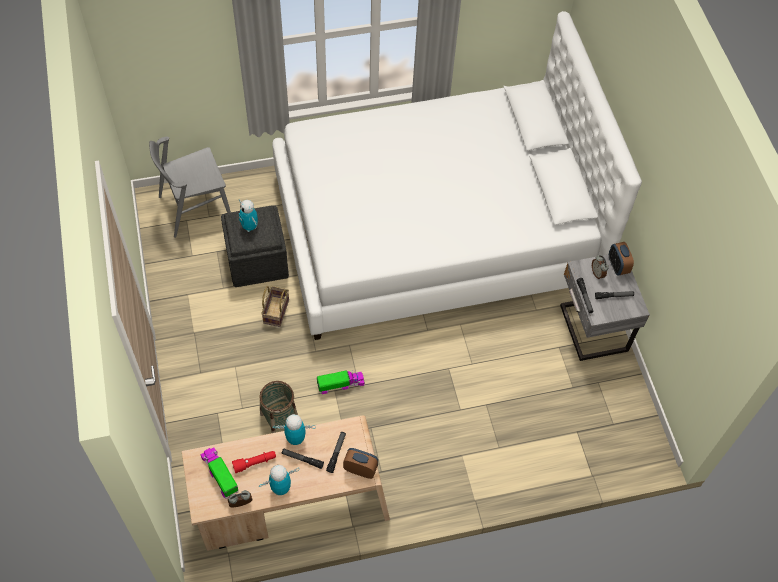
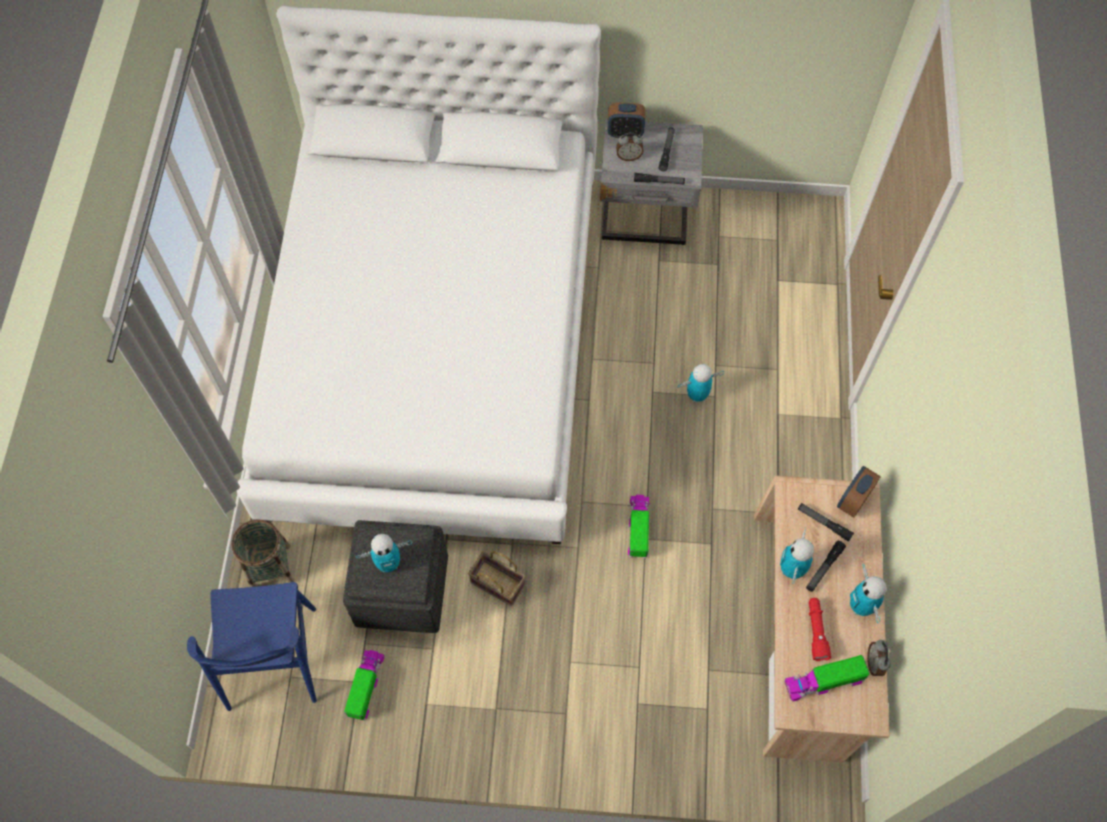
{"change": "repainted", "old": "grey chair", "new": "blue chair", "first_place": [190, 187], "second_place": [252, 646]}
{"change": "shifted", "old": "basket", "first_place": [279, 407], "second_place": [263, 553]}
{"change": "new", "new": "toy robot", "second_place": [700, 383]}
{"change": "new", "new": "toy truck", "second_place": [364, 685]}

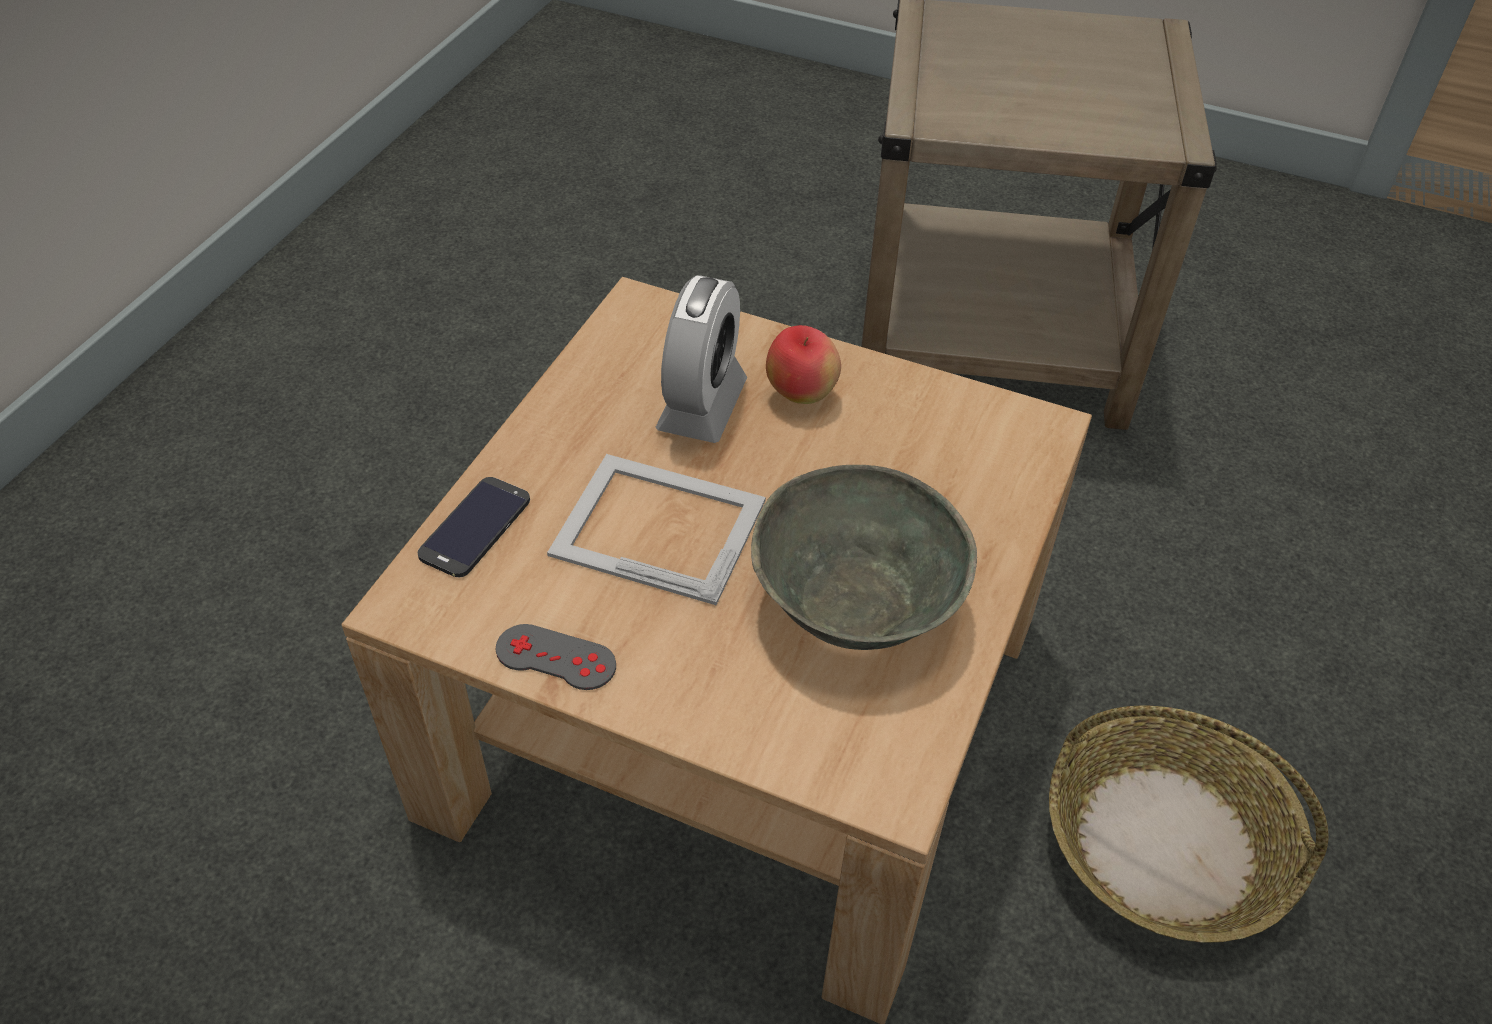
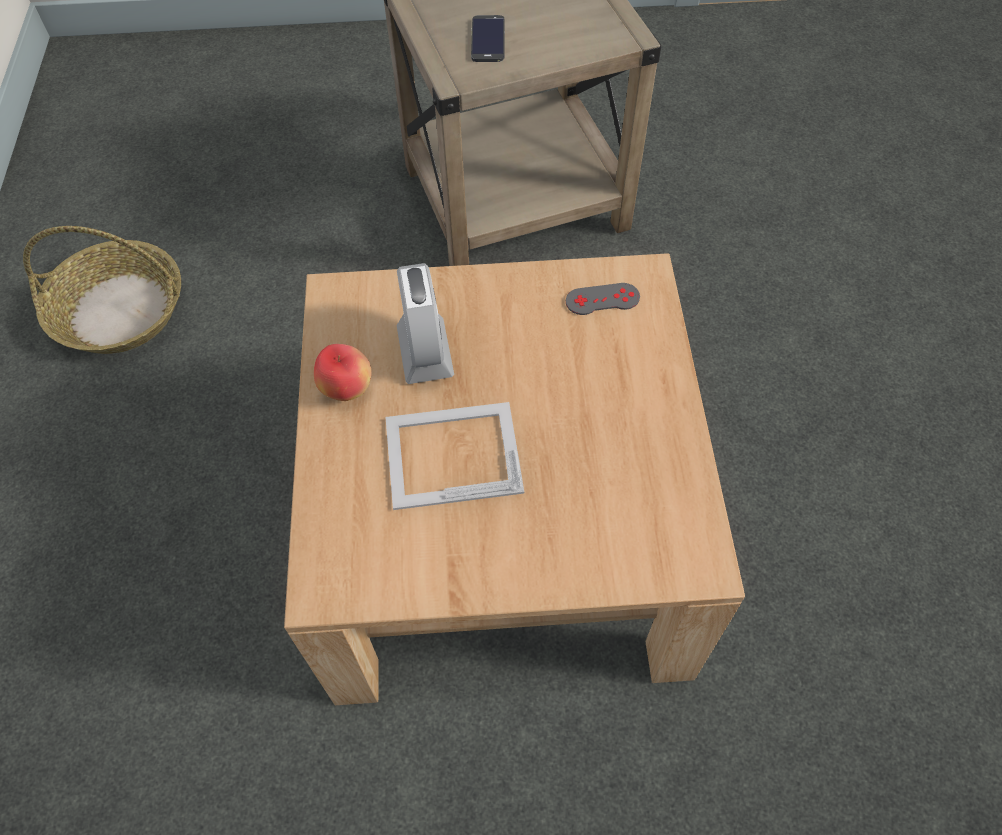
{"change": "shifted", "old": "apple", "first_place": [803, 364], "second_place": [343, 372]}
{"change": "gone", "old": "grey bowl", "first_place": [864, 557]}
{"change": "shifted", "old": "phone", "first_place": [473, 527], "second_place": [488, 38]}
{"change": "shifted", "old": "grey game controller", "first_place": [556, 657], "second_place": [603, 299]}
{"change": "shifted", "old": "basket", "first_place": [1188, 824], "second_place": [102, 290]}

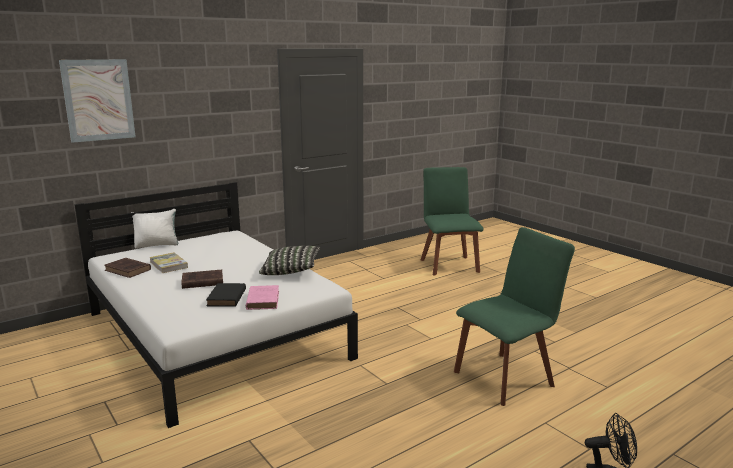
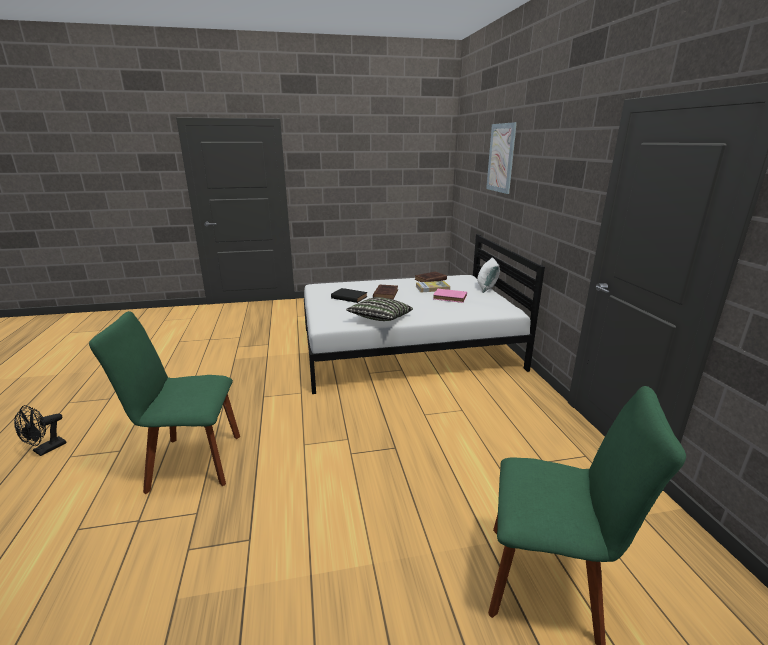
{"change": "rotated", "old": "green chair", "first_place": [514, 316], "second_place": [164, 402], "degrees": 90}
{"change": "shifted", "old": "pink book", "first_place": [262, 297], "second_place": [450, 296]}

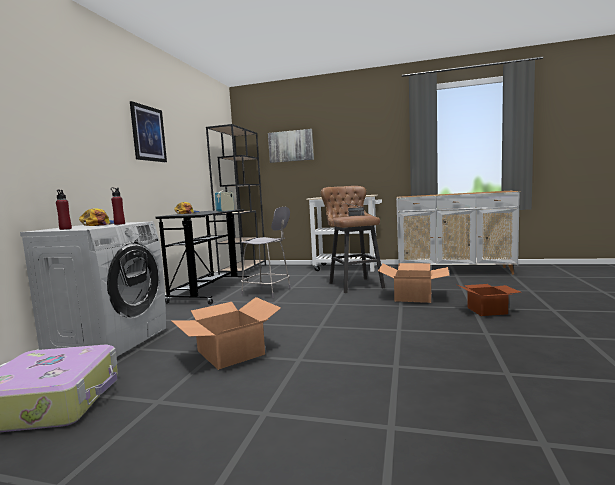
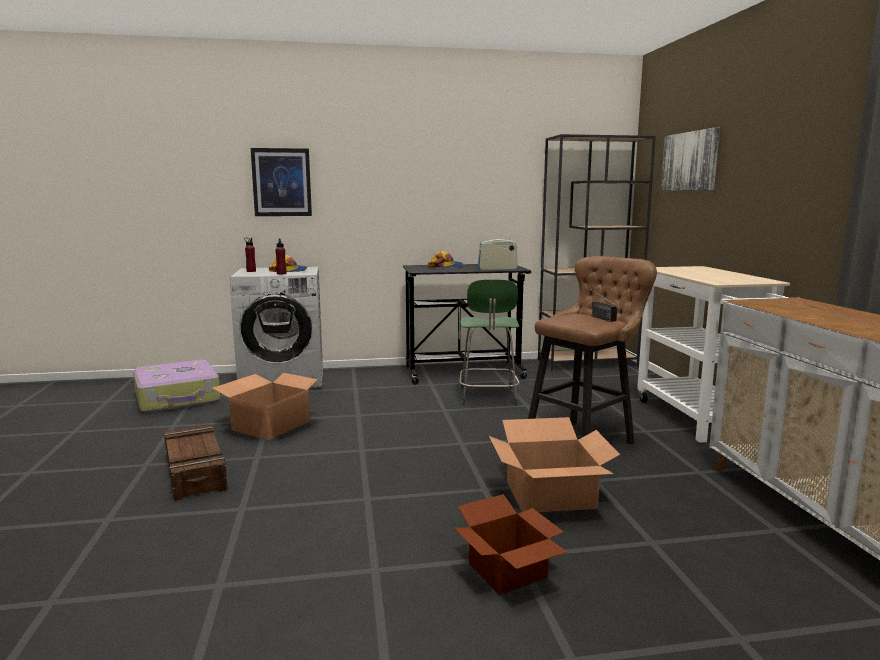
{"change": "shifted", "old": "picture", "first_place": [148, 131], "second_place": [281, 182]}
{"change": "repainted", "old": "grey chair", "new": "green chair", "first_place": [266, 252], "second_place": [489, 343]}
{"change": "new", "new": "crate", "second_place": [196, 462]}

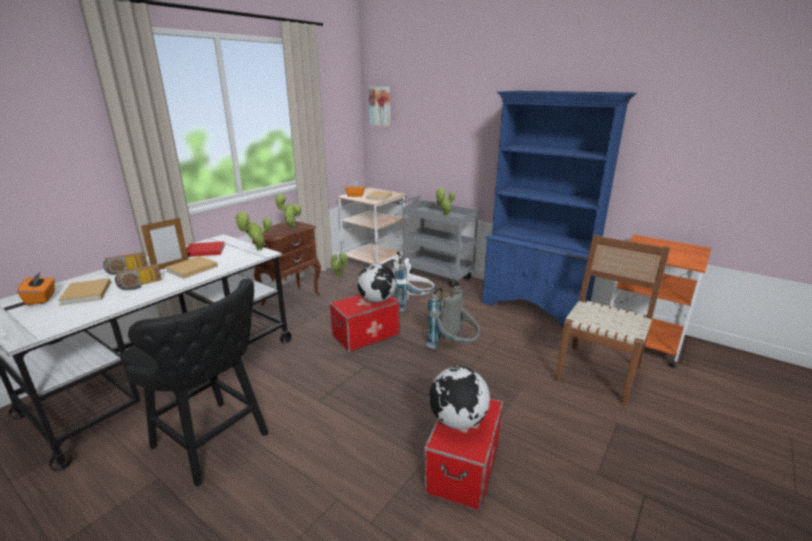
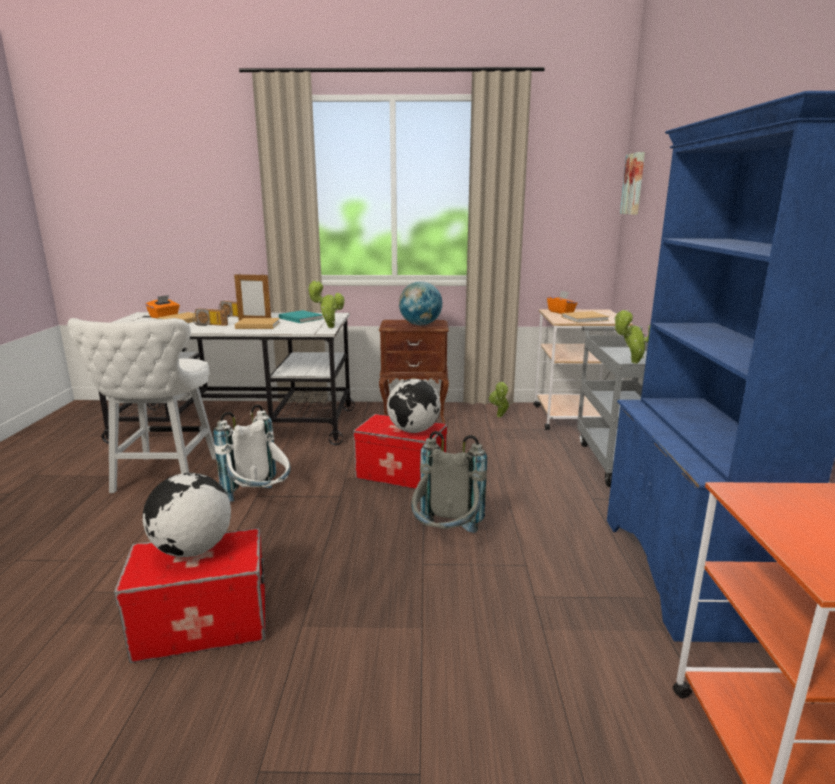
{"change": "swapped", "old": "potted plant", "new": "globe", "first_place": [288, 211], "second_place": [420, 303]}
{"change": "gone", "old": "chair", "first_place": [612, 319]}
{"change": "repainted", "old": "red book", "new": "turquoise book", "first_place": [205, 249], "second_place": [301, 316]}
{"change": "shifted", "old": "white backpack", "first_place": [413, 281], "second_place": [252, 453]}
{"change": "repainted", "old": "black stool", "new": "white stool", "first_place": [195, 382], "second_place": [141, 405]}

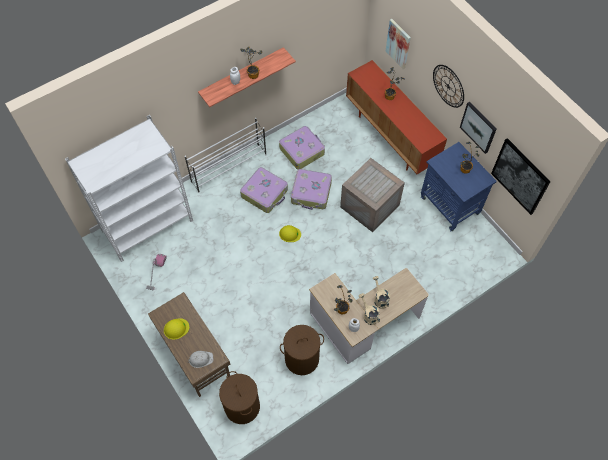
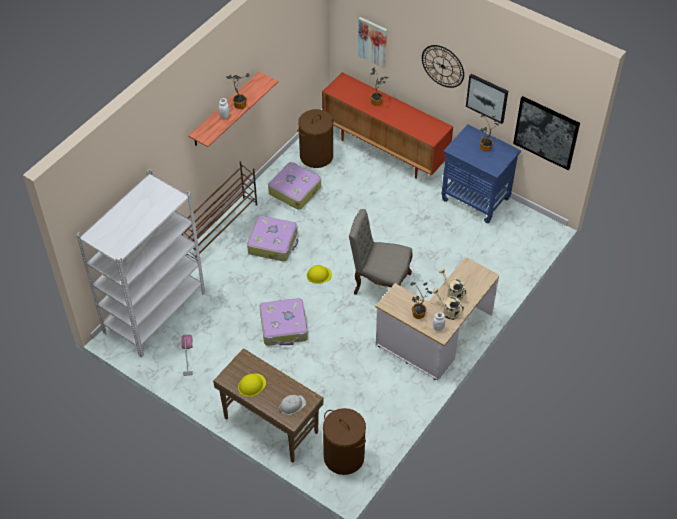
{"change": "repainted", "old": "white shoe rack", "new": "brown shoe rack", "first_place": [225, 155], "second_place": [219, 210]}
{"change": "gone", "old": "crate", "first_place": [372, 195]}
{"change": "shifted", "old": "suitcase", "first_place": [311, 189], "second_place": [284, 322]}
{"change": "shifted", "old": "brown laundry basket", "first_place": [302, 350], "second_place": [316, 138]}
{"change": "new", "new": "grey chair", "second_place": [381, 252]}

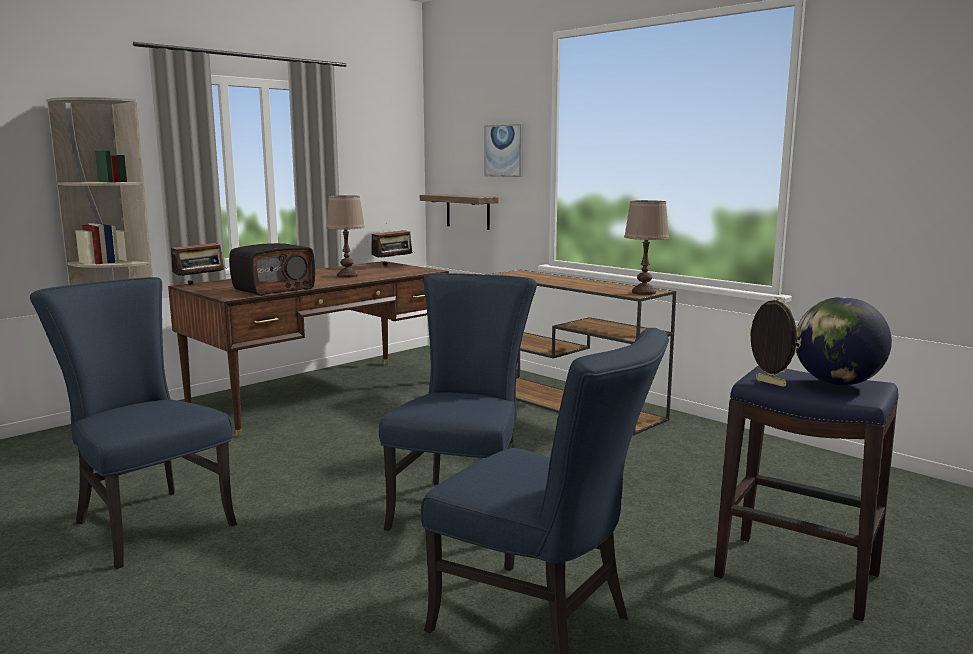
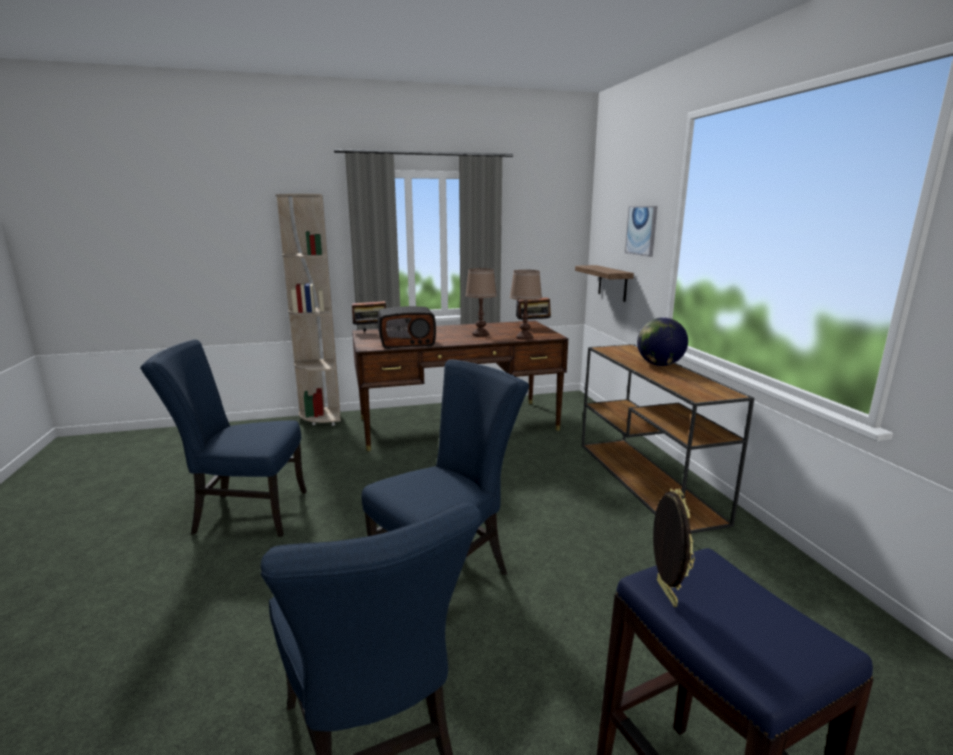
{"change": "shifted", "old": "brown table lamp", "first_place": [646, 247], "second_place": [526, 305]}
{"change": "rotated", "old": "blue chair", "first_place": [133, 423], "second_place": [223, 438], "degrees": -75}
{"change": "shifted", "old": "globe", "first_place": [844, 341], "second_place": [662, 341]}

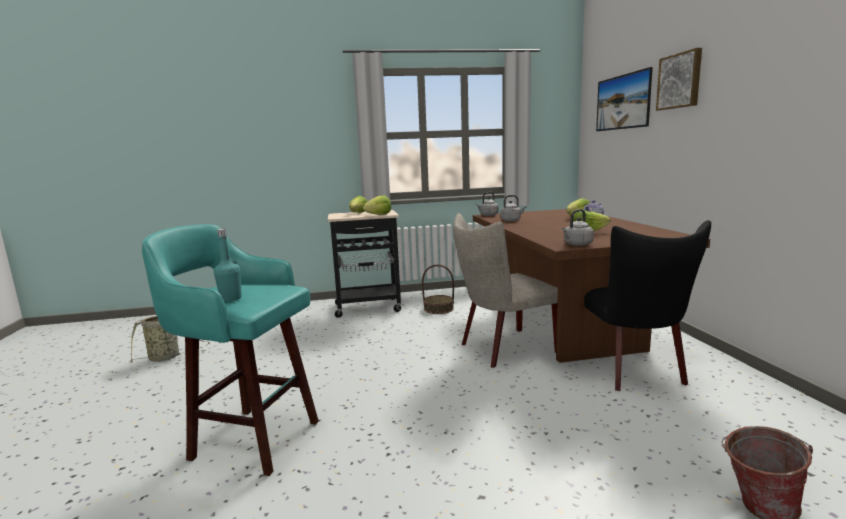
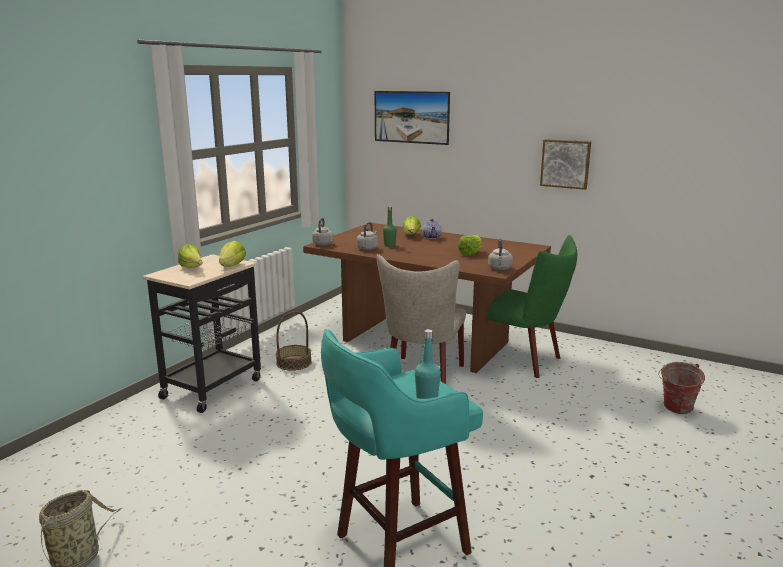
{"change": "shifted", "old": "picture", "first_place": [679, 79], "second_place": [565, 164]}
{"change": "repainted", "old": "black chair", "new": "green chair", "first_place": [647, 305], "second_place": [532, 306]}
{"change": "new", "new": "green bottle", "second_place": [390, 226]}

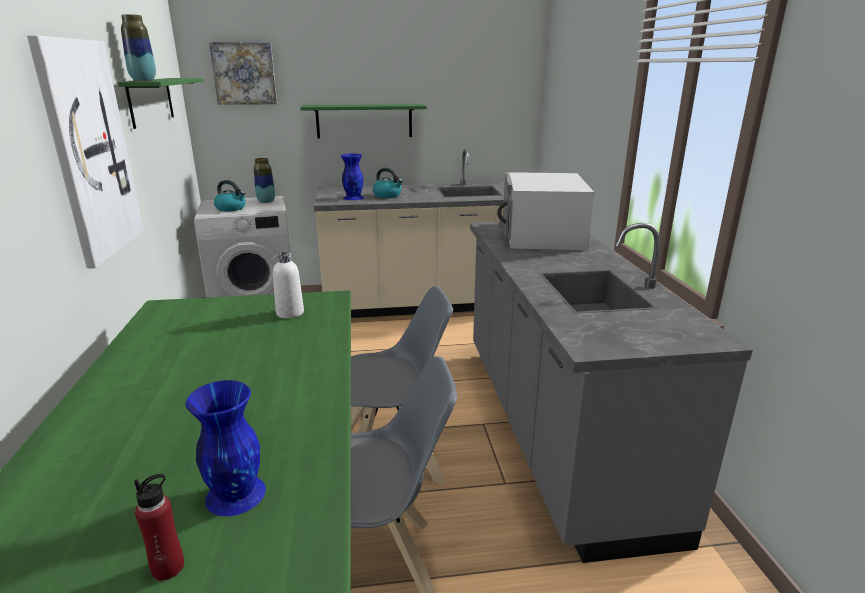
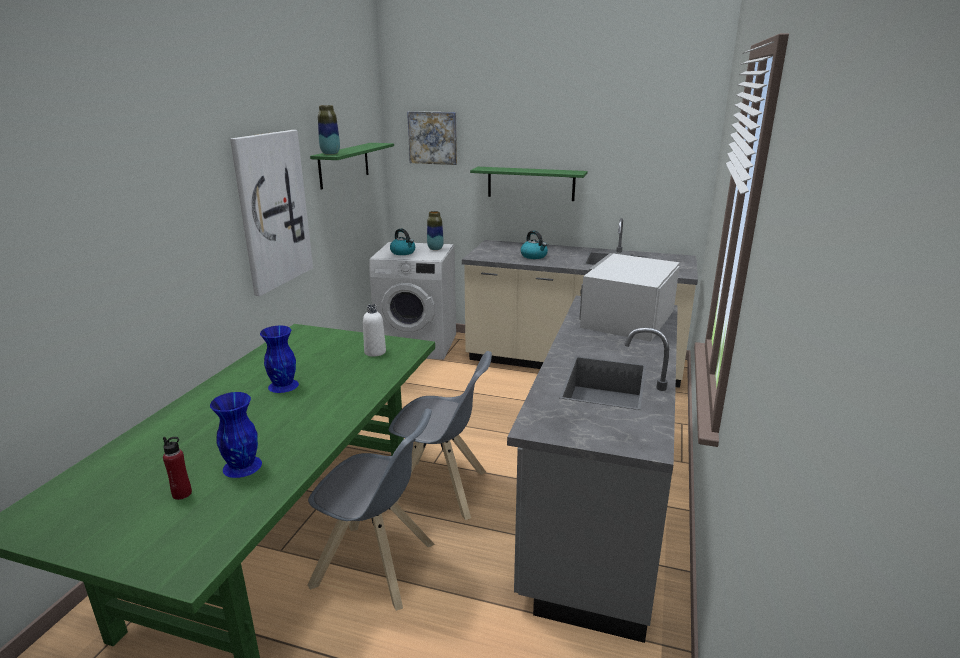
{"change": "shifted", "old": "blue vase", "first_place": [352, 177], "second_place": [279, 359]}

